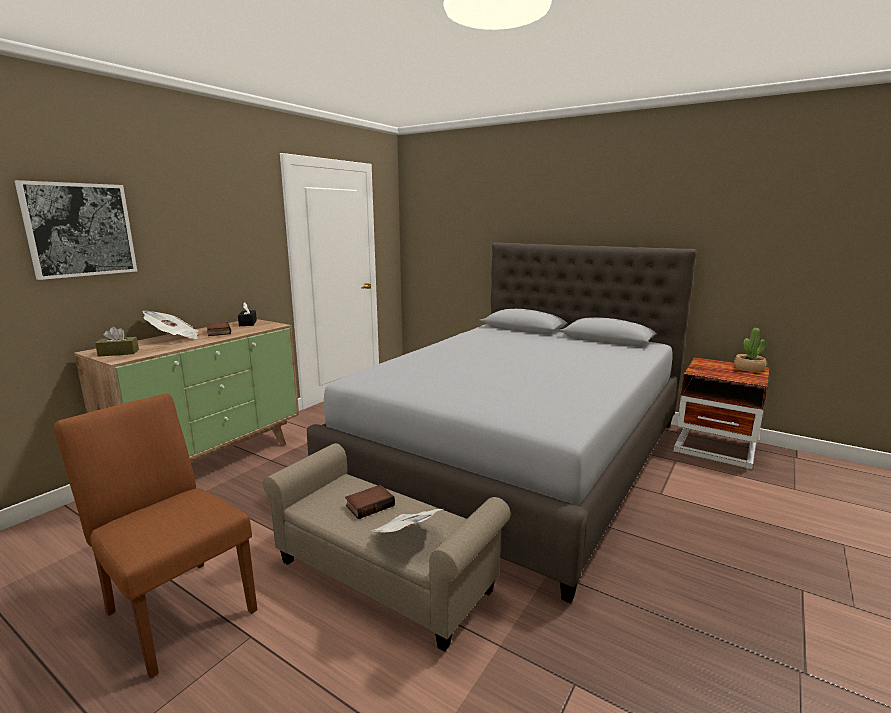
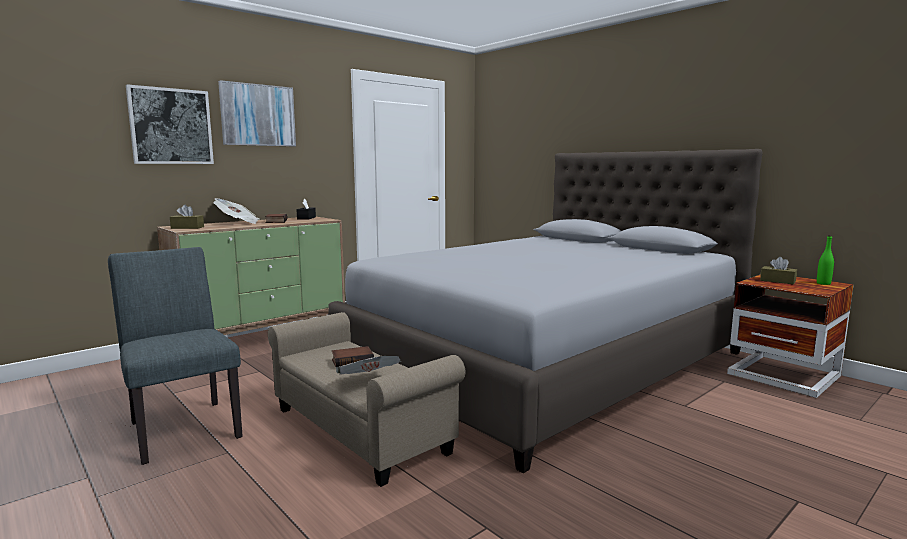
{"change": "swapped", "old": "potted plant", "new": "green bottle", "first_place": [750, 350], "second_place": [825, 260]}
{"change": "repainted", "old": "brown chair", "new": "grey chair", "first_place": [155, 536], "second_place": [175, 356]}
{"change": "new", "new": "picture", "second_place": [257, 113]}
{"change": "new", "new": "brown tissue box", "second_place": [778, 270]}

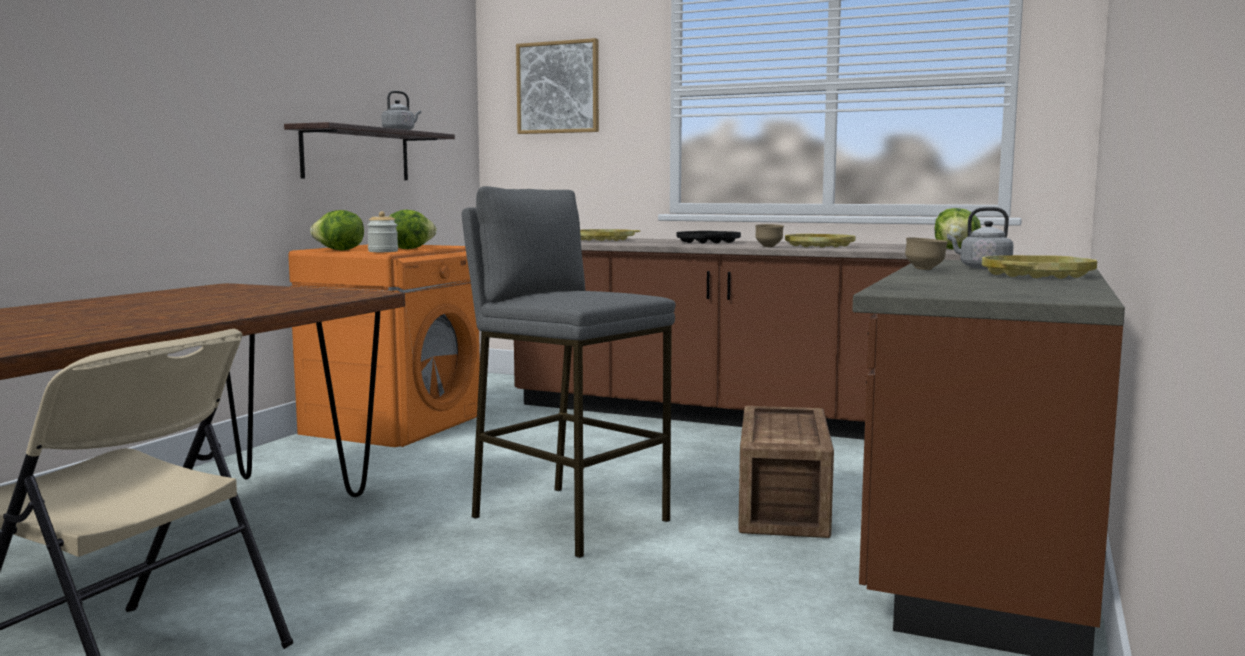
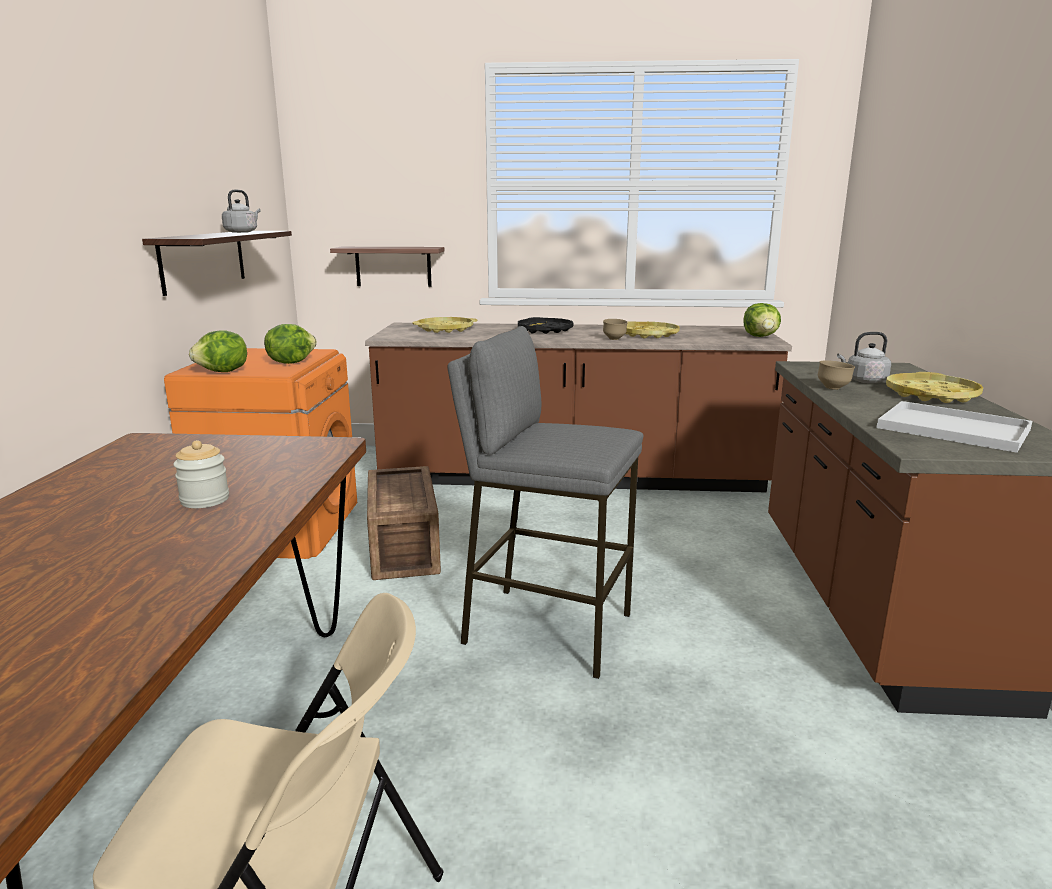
{"change": "gone", "old": "picture", "first_place": [557, 86]}
{"change": "shifted", "old": "jar", "first_place": [382, 231], "second_place": [201, 474]}
{"change": "shifted", "old": "crate", "first_place": [786, 472], "second_place": [404, 523]}
{"change": "new", "new": "shelf", "second_place": [387, 267]}
{"change": "new", "new": "white tray", "second_place": [954, 427]}

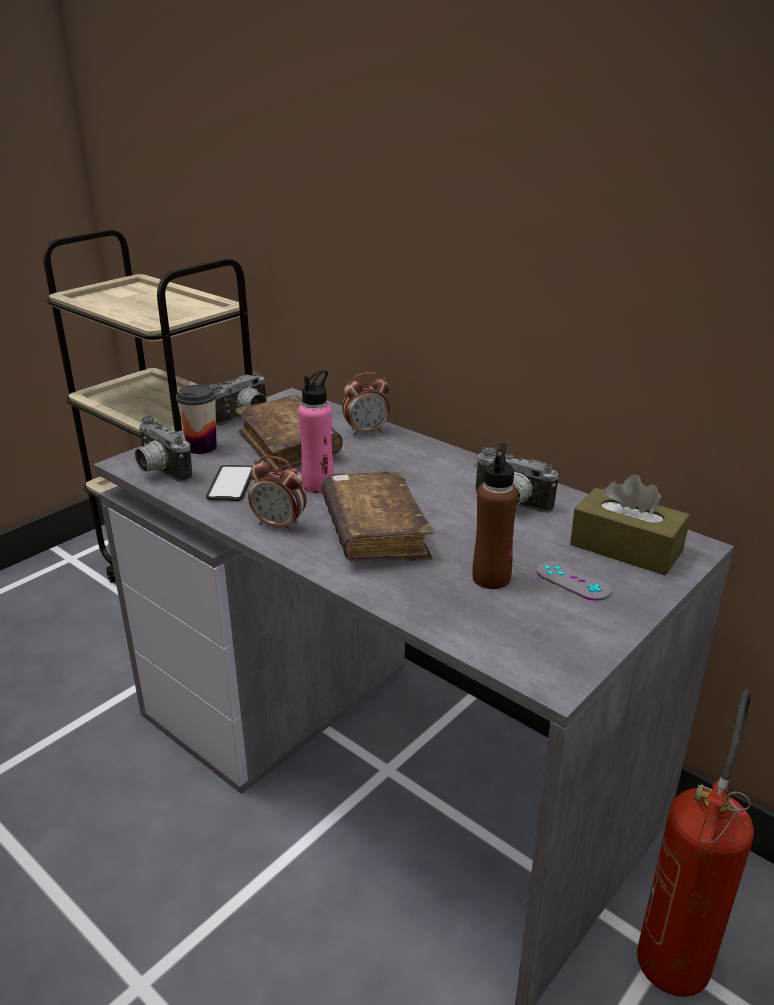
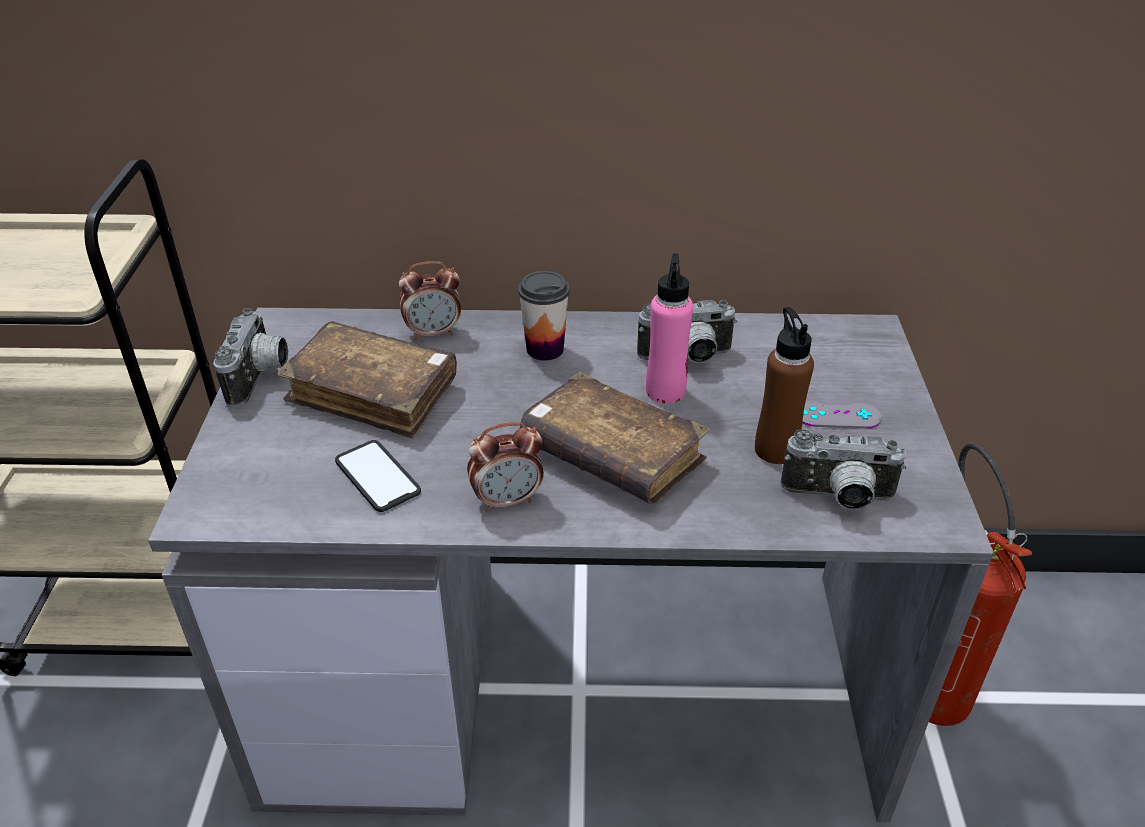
{"change": "shifted", "old": "pink bottle", "first_place": [316, 431], "second_place": [669, 328]}
{"change": "rotated", "old": "alarm clock", "first_place": [366, 404], "second_place": [430, 300], "degrees": 45}
{"change": "shifted", "old": "cup", "first_place": [196, 419], "second_place": [544, 316]}
{"change": "shifted", "old": "photo camera", "first_place": [163, 449], "second_place": [843, 469]}
{"change": "gone", "old": "brown tissue box", "first_place": [630, 524]}

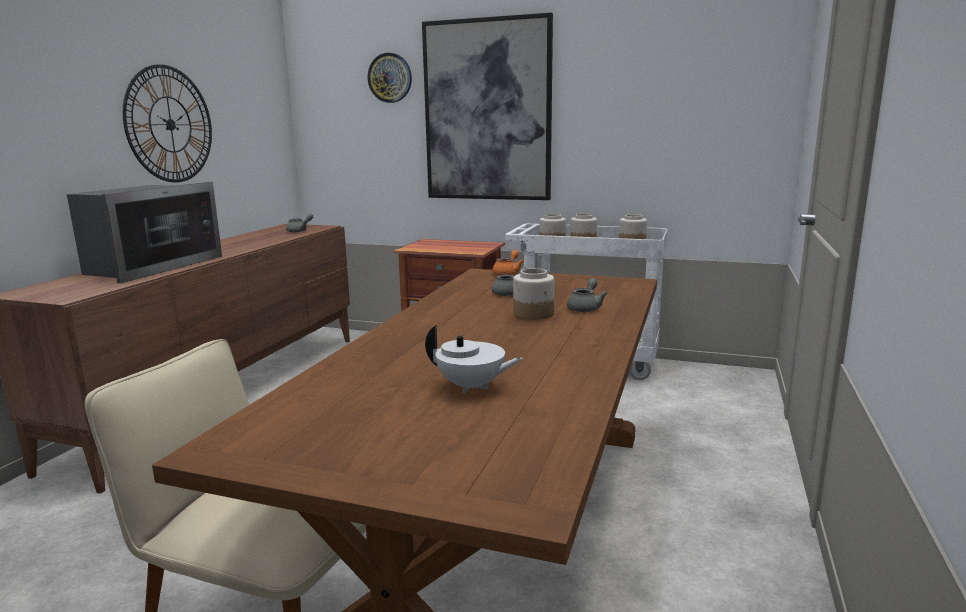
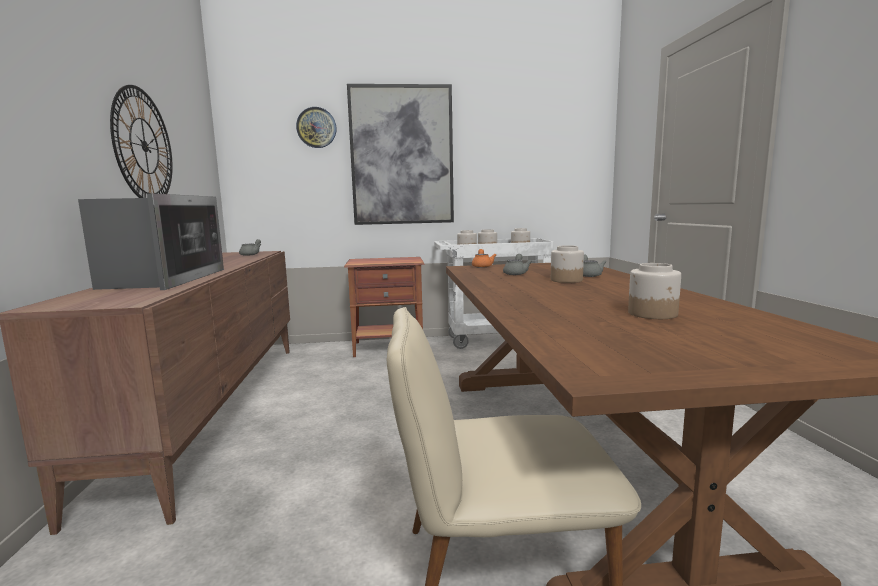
{"change": "swapped", "old": "white teapot", "new": "jar", "first_place": [474, 360], "second_place": [654, 291]}

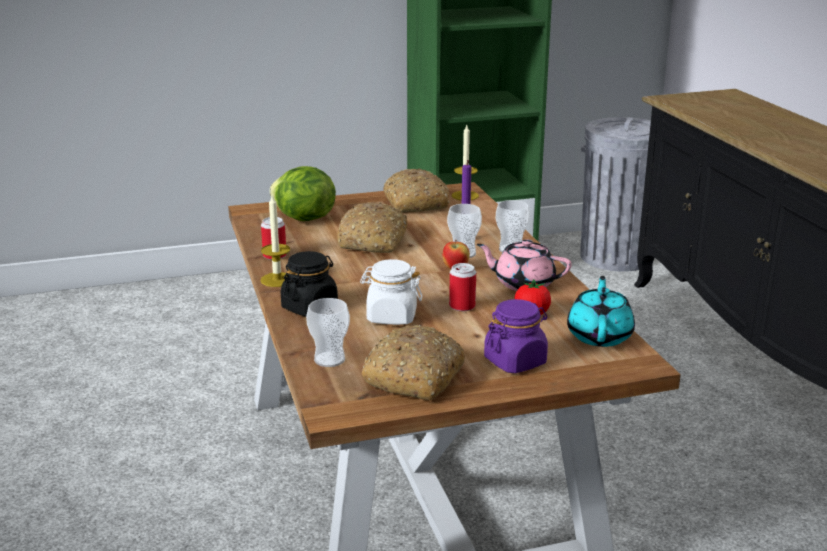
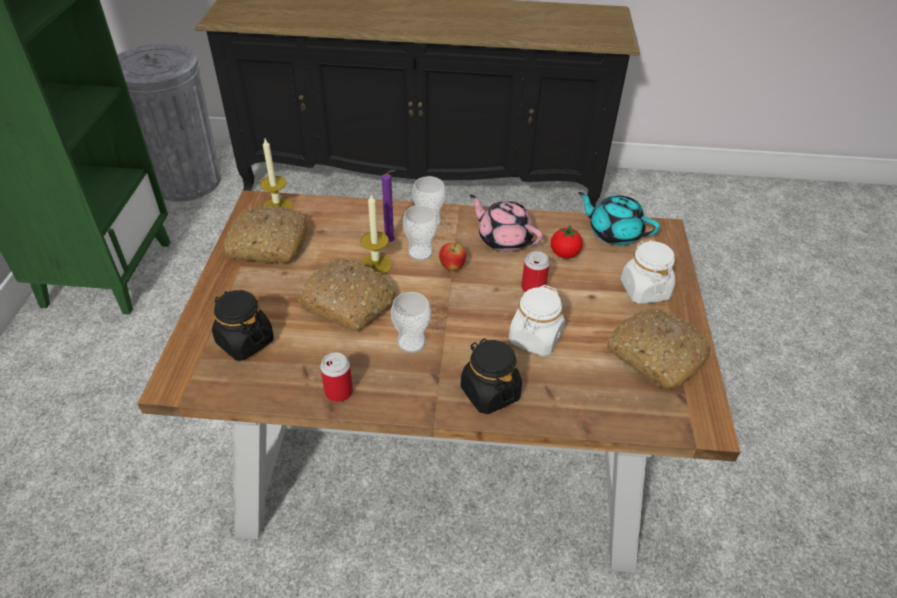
{"change": "swapped", "old": "lettuce", "new": "black jar", "first_place": [302, 193], "second_place": [243, 325]}
{"change": "shifted", "old": "candle", "first_place": [275, 241], "second_place": [376, 234]}
{"change": "rotated", "old": "pink teapot", "first_place": [524, 265], "second_place": [506, 223], "degrees": 90}
{"change": "shifted", "old": "cup", "first_place": [328, 332], "second_place": [411, 322]}
{"change": "repainted", "old": "purple jar", "new": "white jar", "first_place": [516, 336], "second_place": [648, 272]}

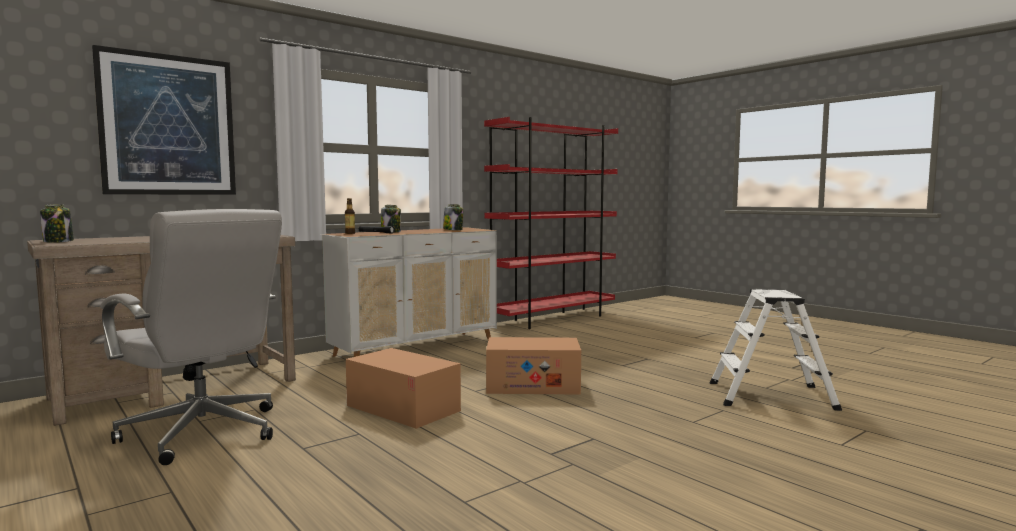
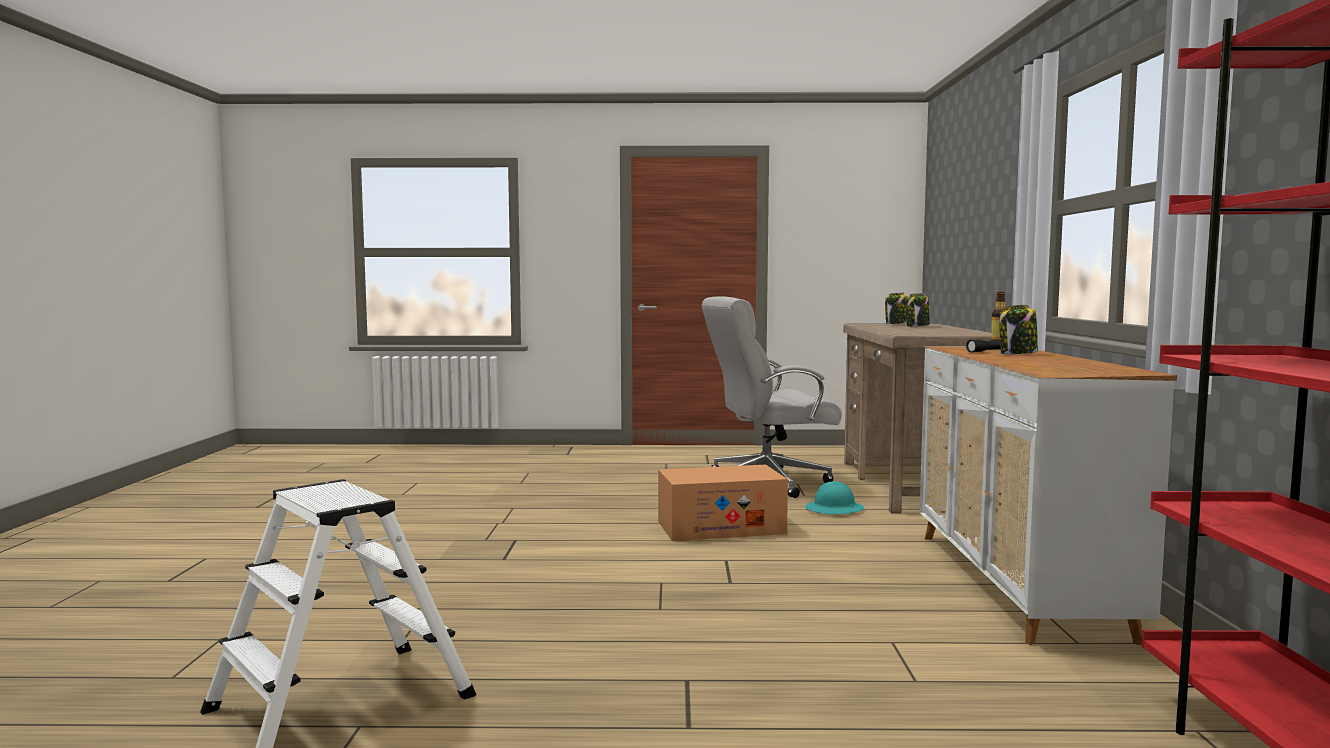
{"change": "gone", "old": "picture", "first_place": [164, 120]}
{"change": "shifted", "old": "jar", "first_place": [453, 217], "second_place": [918, 310]}
{"change": "gone", "old": "cardboard box", "first_place": [533, 366]}
{"change": "new", "new": "turquoise hard hat", "second_place": [834, 497]}

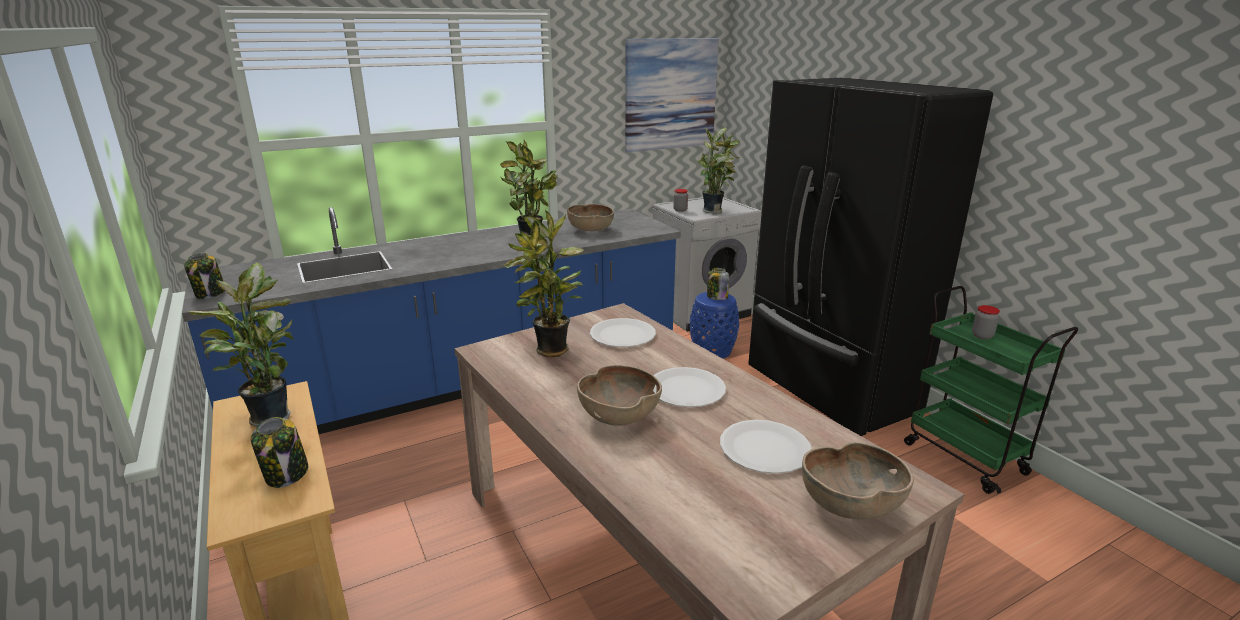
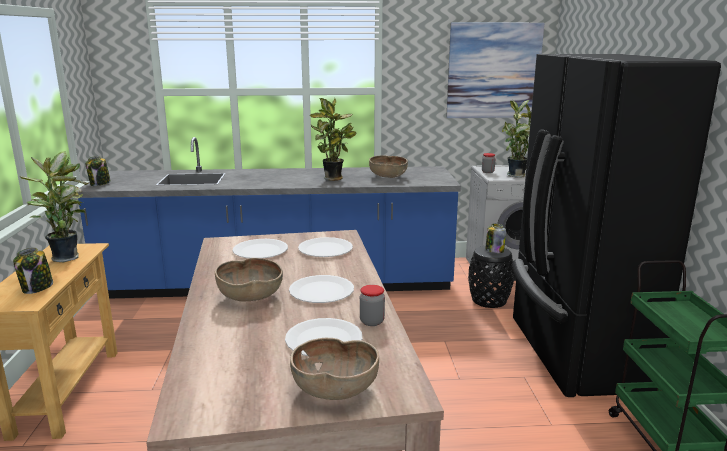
{"change": "swapped", "old": "potted plant", "new": "white plate", "first_place": [543, 283], "second_place": [260, 248]}
{"change": "repainted", "old": "blue stool", "new": "black stool", "first_place": [714, 325], "second_place": [491, 277]}
{"change": "shifted", "old": "jar", "first_place": [986, 322], "second_place": [372, 305]}

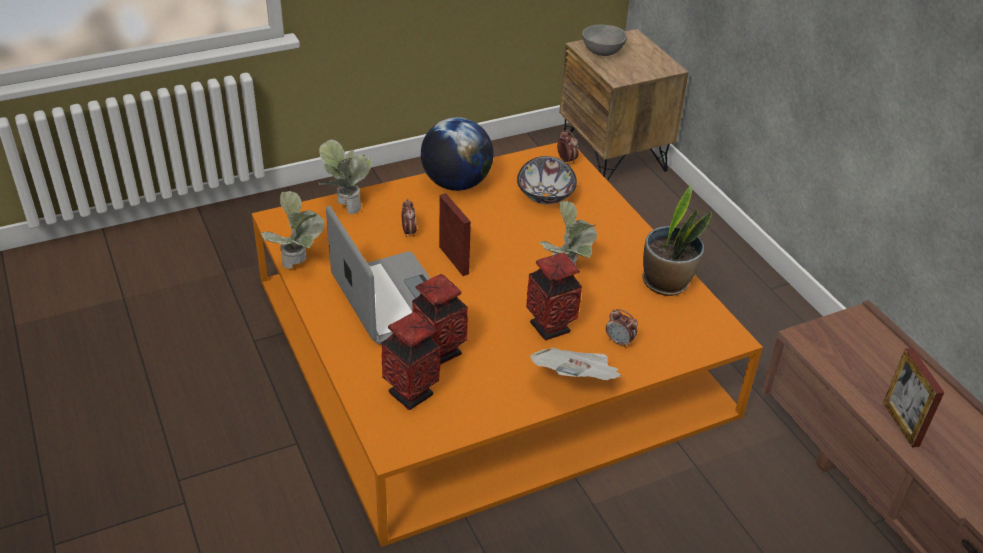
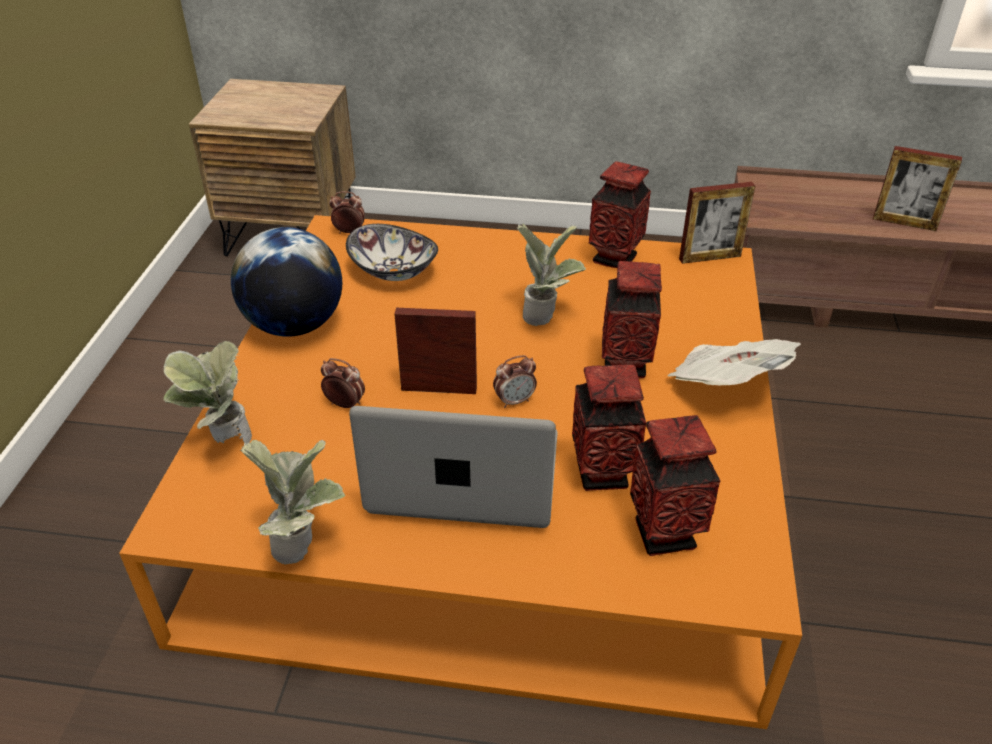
{"change": "gone", "old": "grey bowl", "first_place": [604, 40]}
{"change": "swapped", "old": "potted plant", "new": "vase", "first_place": [677, 239], "second_place": [619, 214]}
{"change": "shifted", "old": "alarm clock", "first_place": [622, 328], "second_place": [515, 381]}
{"change": "new", "new": "picture frame", "second_place": [717, 223]}

